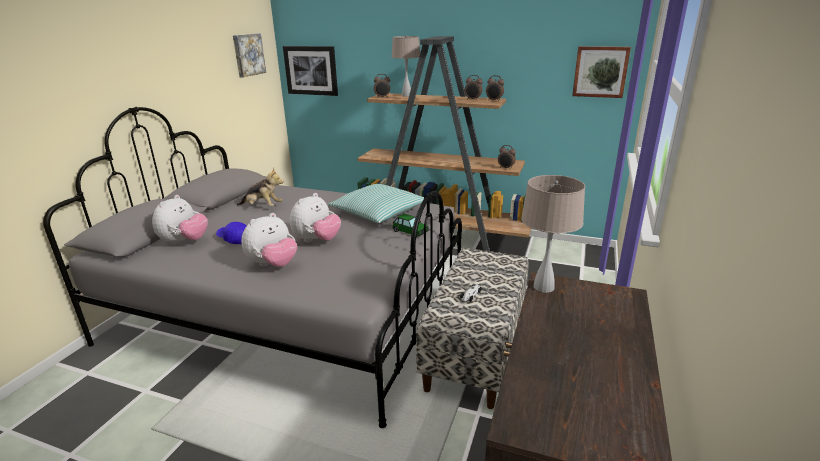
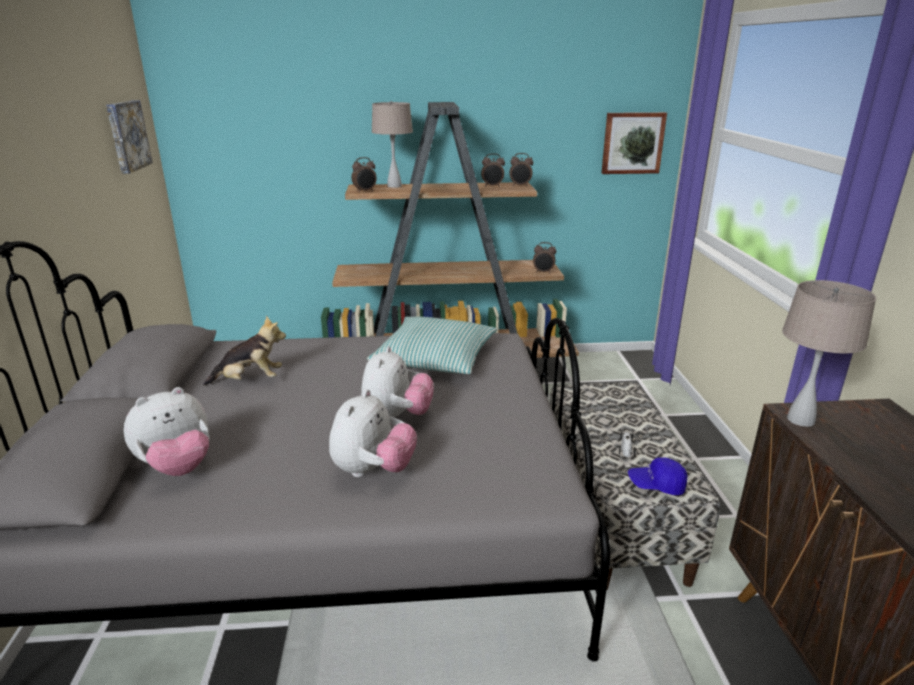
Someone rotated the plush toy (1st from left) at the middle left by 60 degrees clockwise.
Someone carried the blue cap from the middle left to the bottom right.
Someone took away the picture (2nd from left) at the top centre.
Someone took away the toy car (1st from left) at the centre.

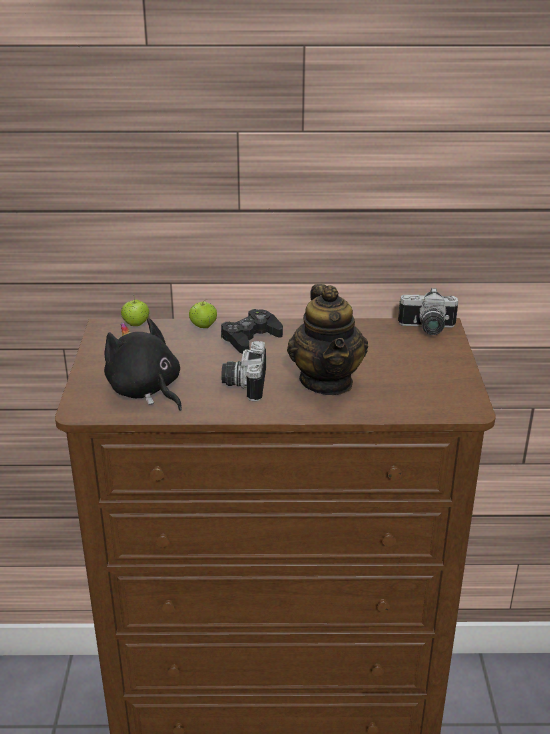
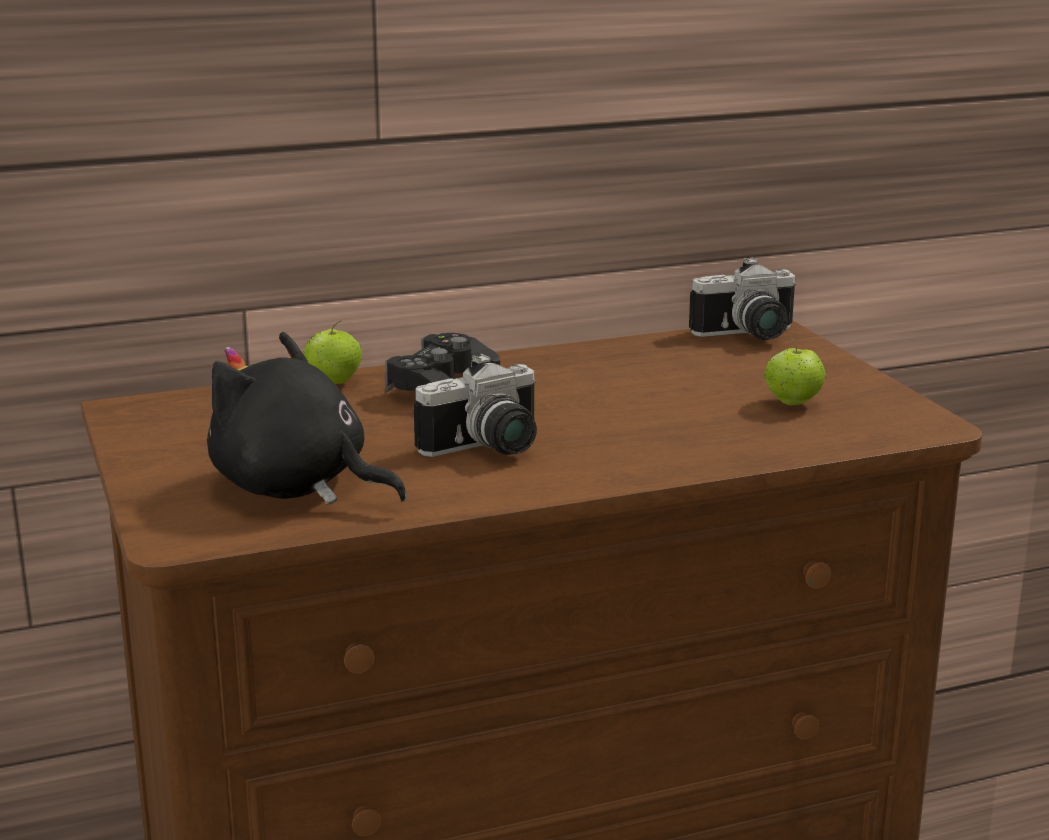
Someone rotated the photo camera (1st from left) at the centre by 105 degrees counterclockwise.
Someone carried the apple (1st from left in the first image) from the middle left to the middle right.
Someone took away the teapot at the centre.

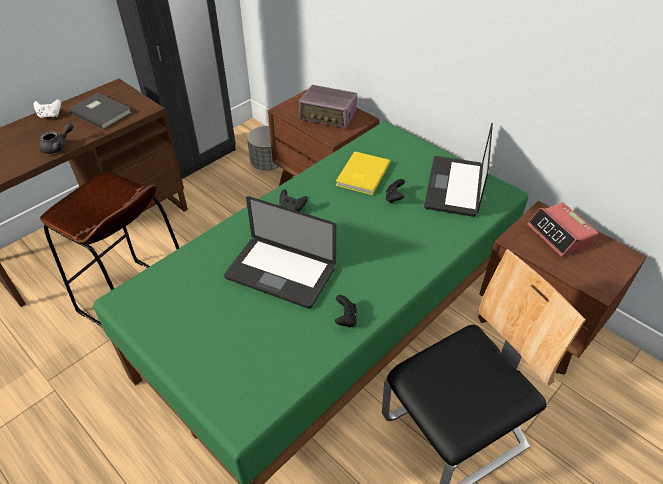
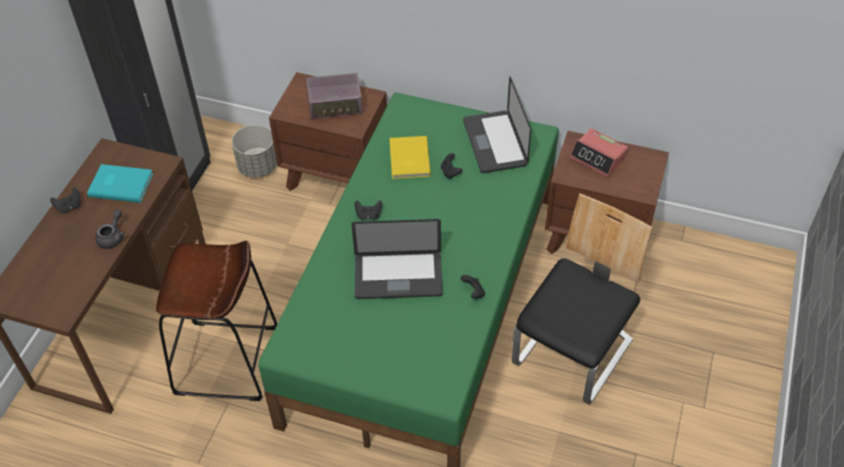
Someone repainted the white game controller at the top left, which became the black game controller (1st from left) at the middle left.
Someone repainted the grey book at the top left, which became the turquoise book at the middle left.

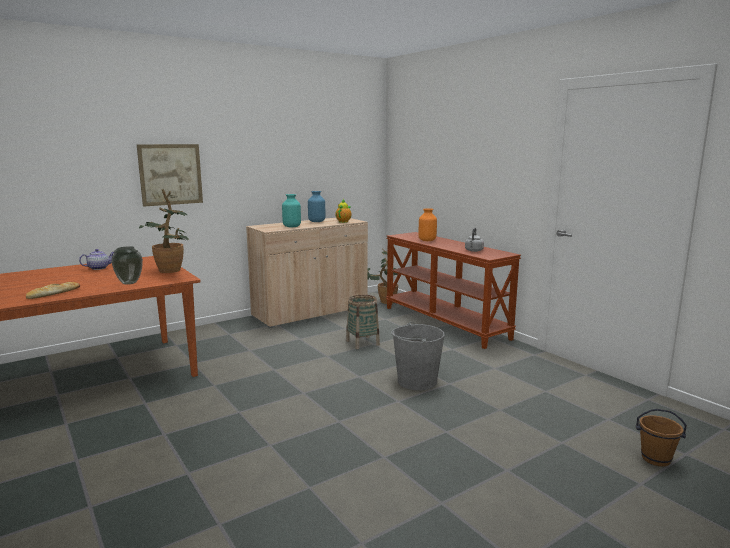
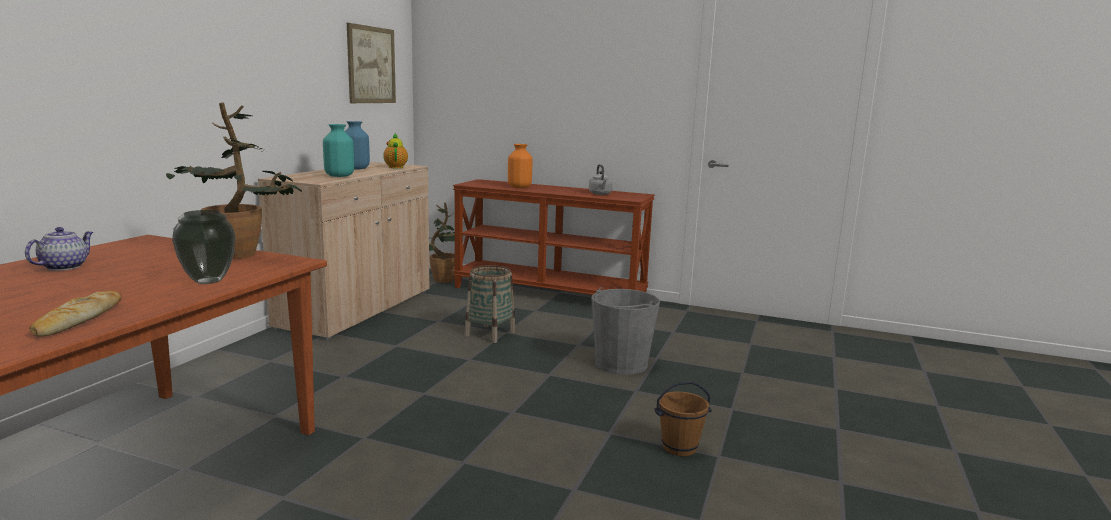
Someone carried the picture from the top left to the top centre.
Someone carried the brown bucket from the bottom right to the bottom centre.

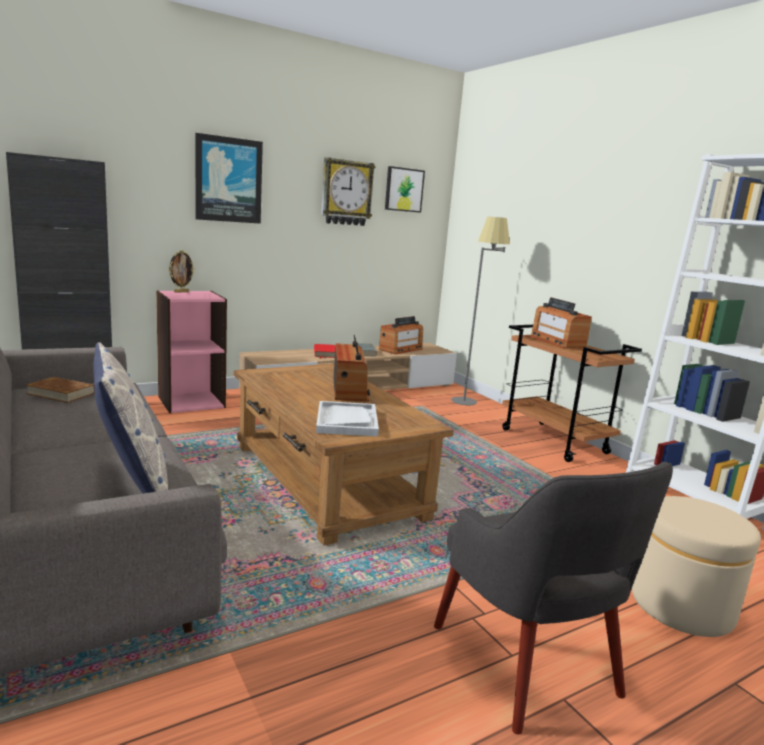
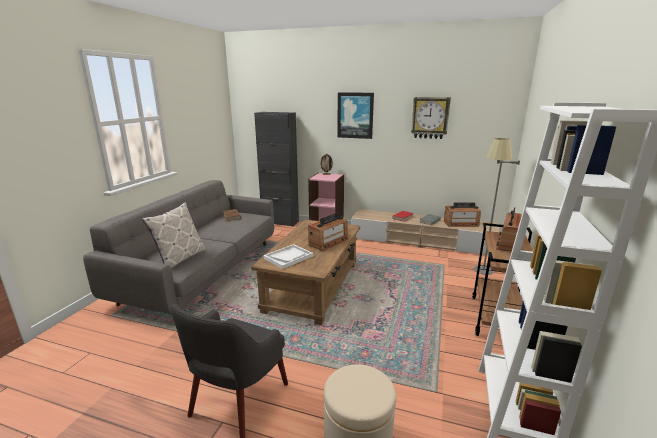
Someone took away the picture (2nd from left) at the top centre.

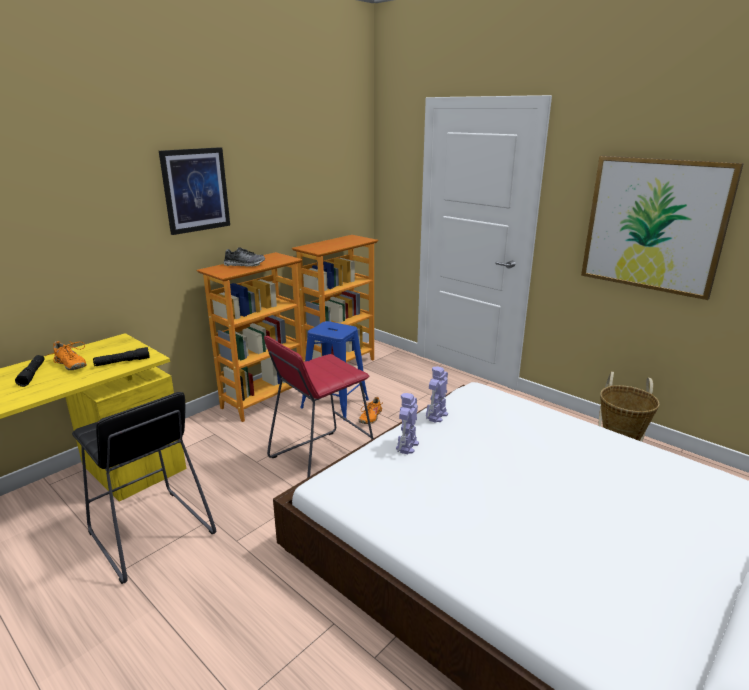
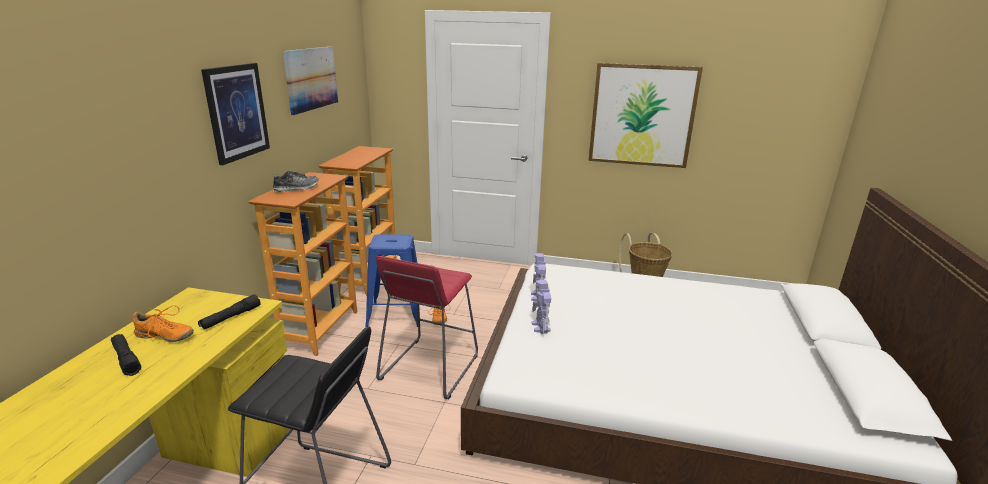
Someone put up the picture (2nd from left) at the top left.

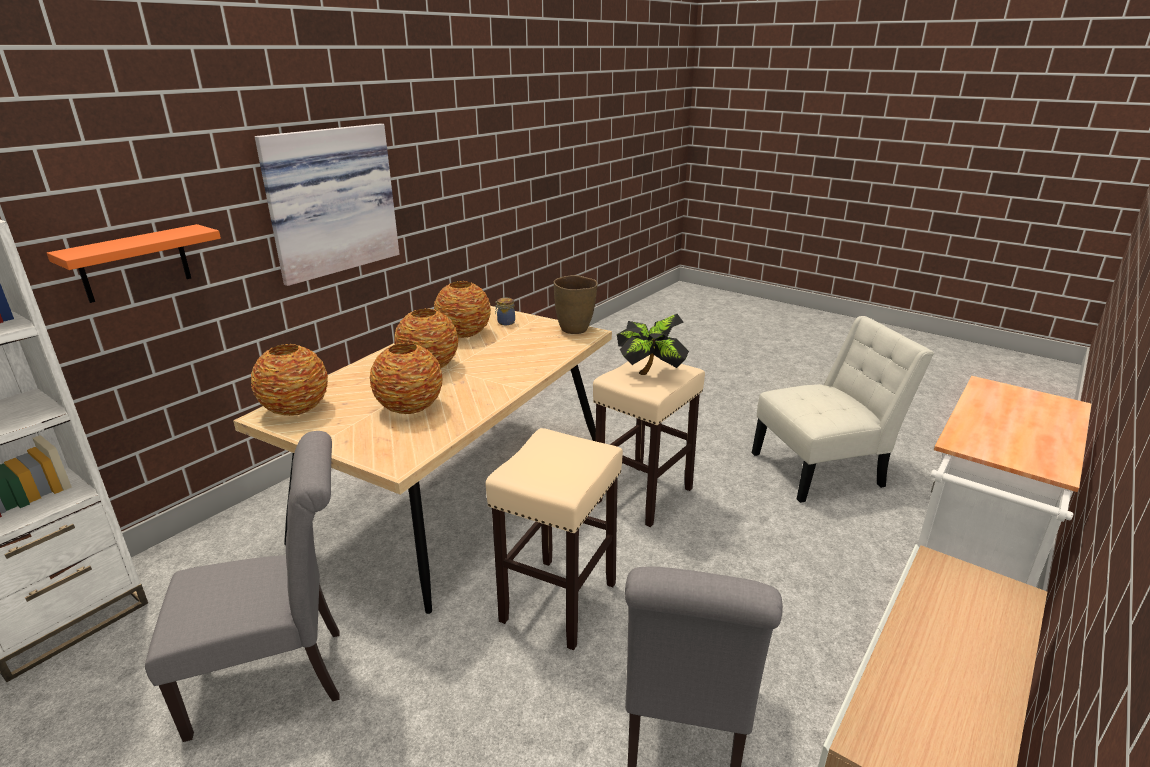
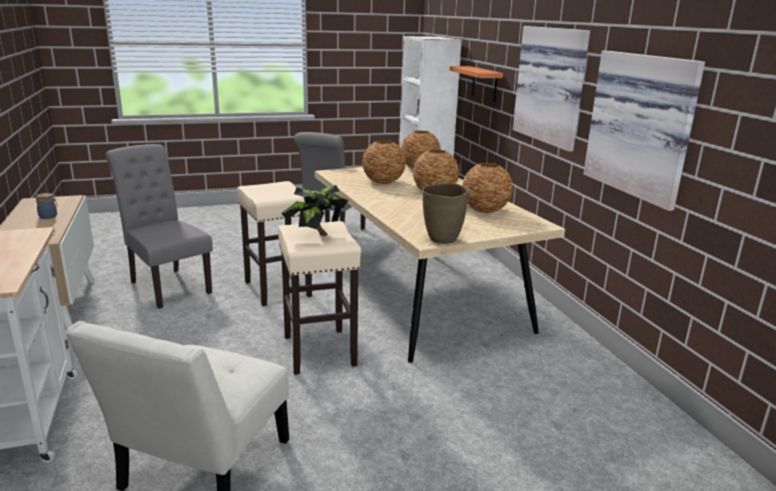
Someone carried the jar from the centre to the middle left.
Someone put up the picture (2nd from left) at the top right.

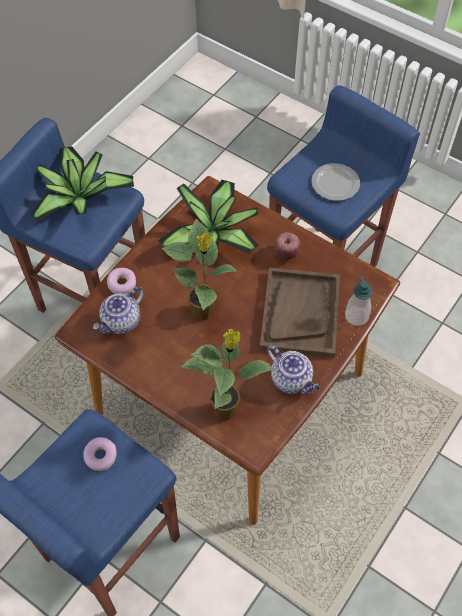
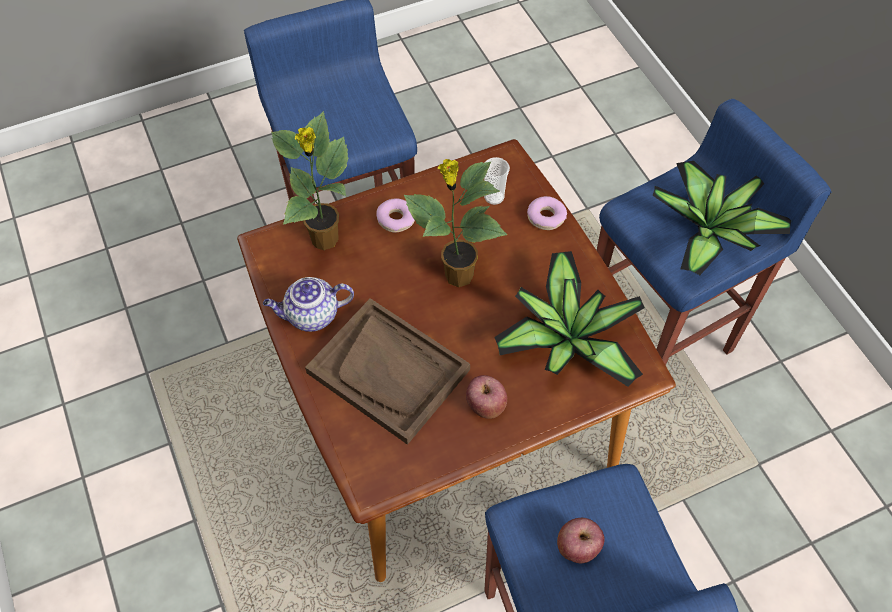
Someone carried the donut (1st from left) from the bottom left to the centre.
Someone swapped the teapot (1st from left) at the middle left for the cup at the top centre.
Someone swapped the plate at the top right for the apple (2nd from left) at the bottom centre.
Someone took away the soap dispenser at the middle right.

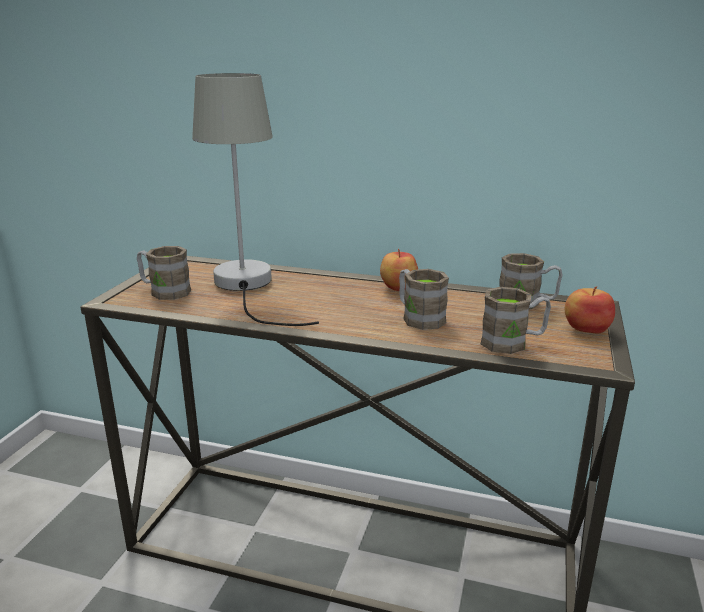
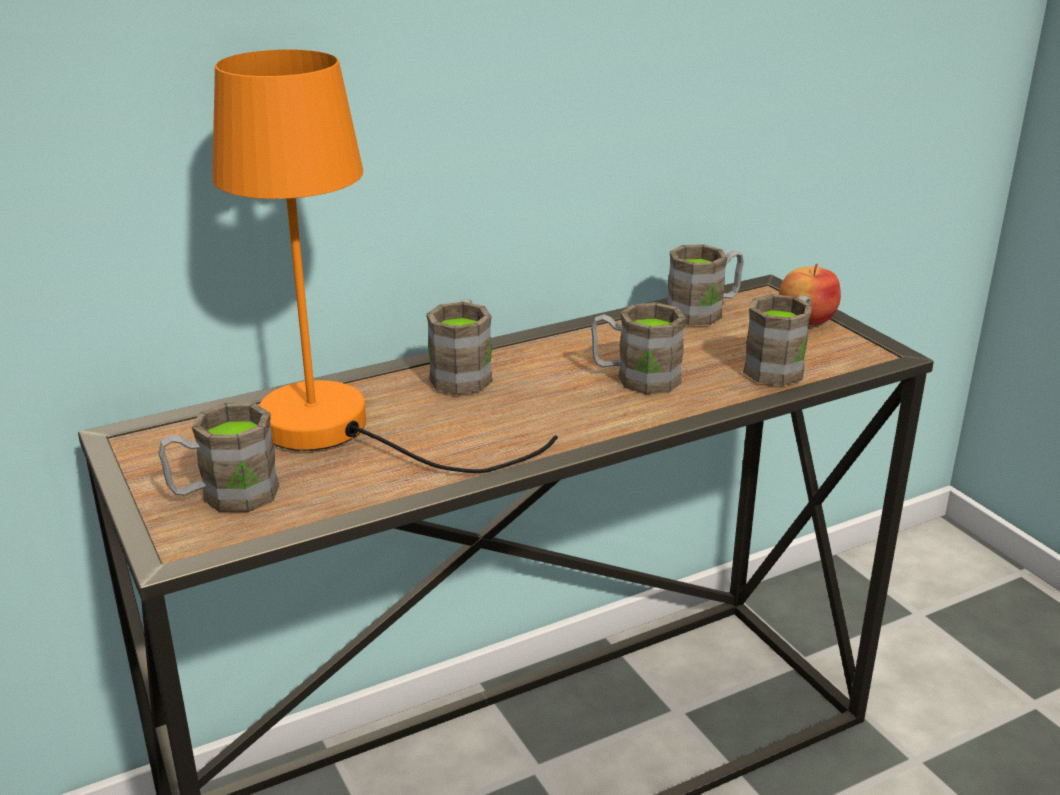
Someone repainted the grey table lamp at the top centre, which became the orange table lamp at the top centre.
Someone put down the brown mug (2nd from left) at the centre.
Someone took away the apple (1st from left) at the centre.

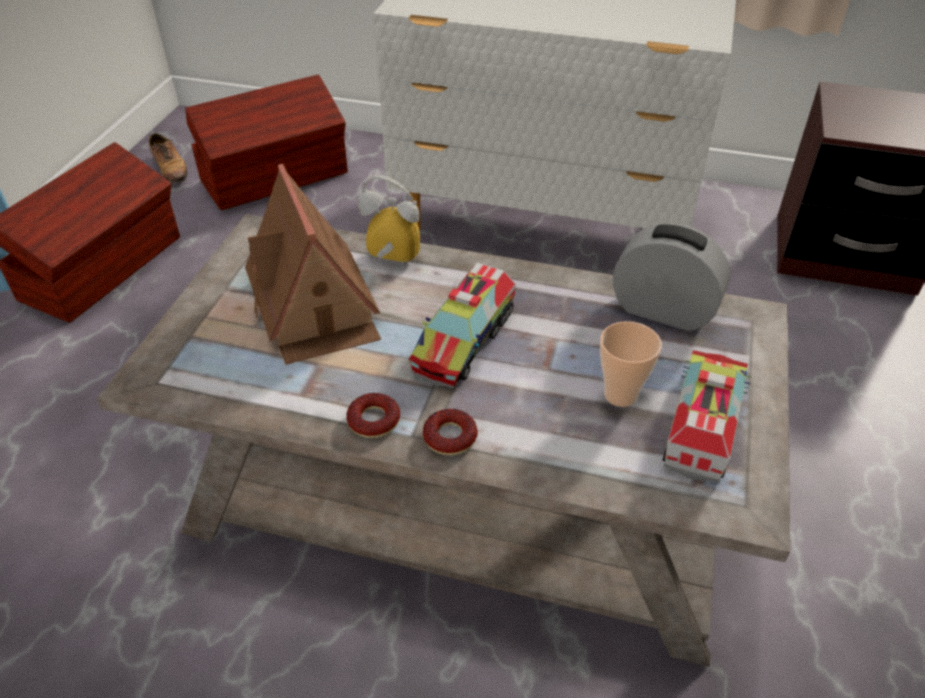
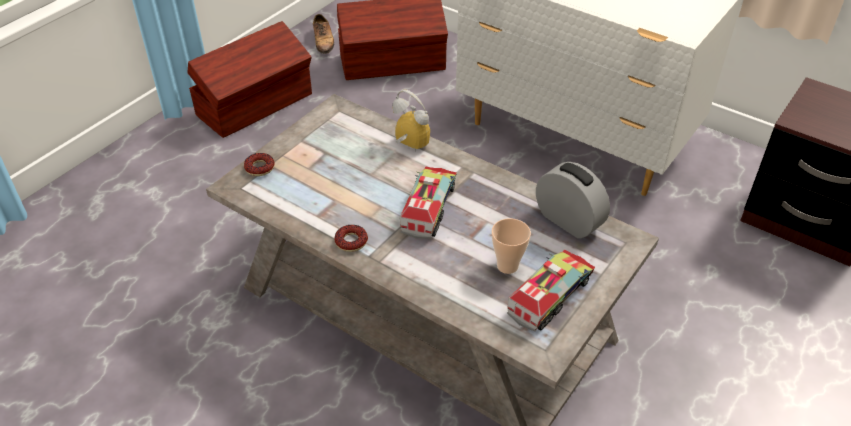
Someone carried the donut (2nd from left in the first image) from the centre to the middle left.
Someone rotated the toy truck (1st from left) at the centre by 150 degrees clockwise.
Someone took away the toy house at the centre.

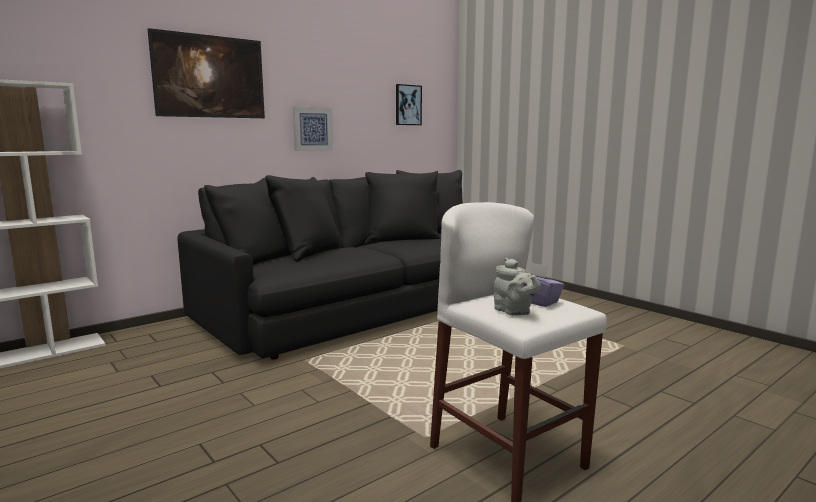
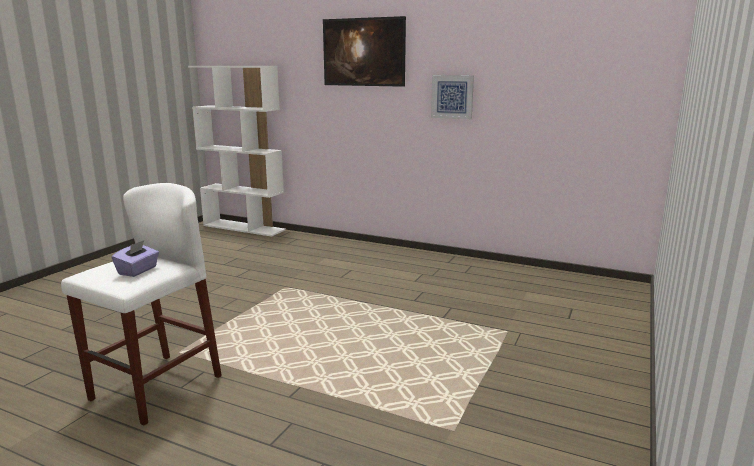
Someone took away the black sofa at the centre.
Someone took away the picture (3rd from left) at the top centre.
Someone took away the grey teapot at the centre.

